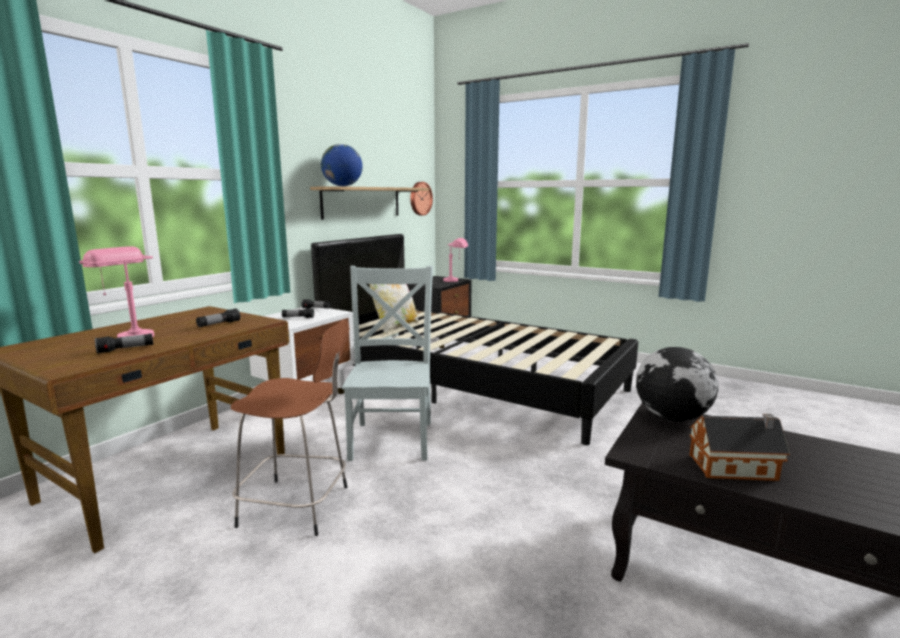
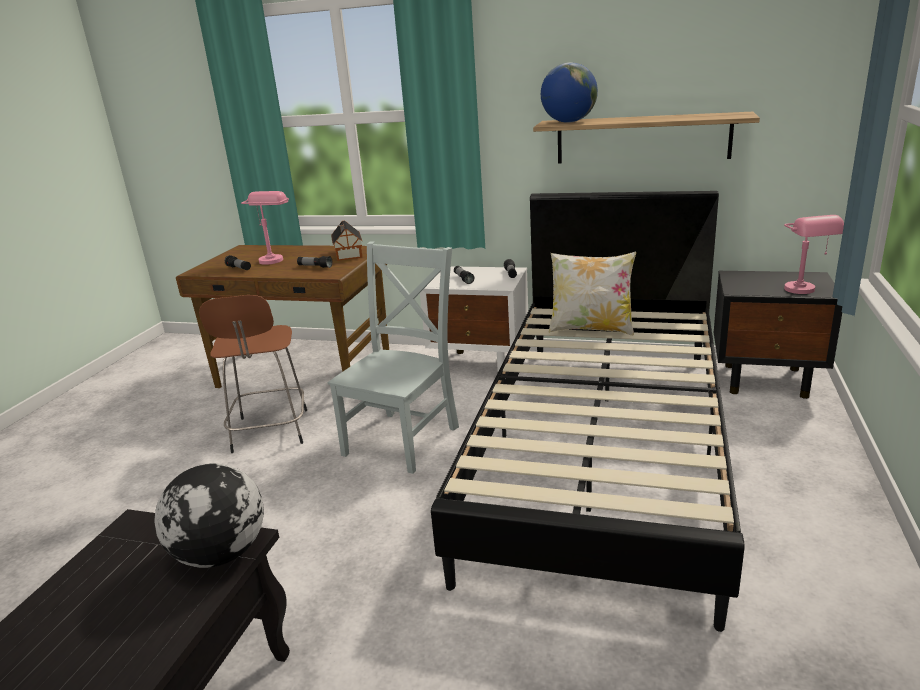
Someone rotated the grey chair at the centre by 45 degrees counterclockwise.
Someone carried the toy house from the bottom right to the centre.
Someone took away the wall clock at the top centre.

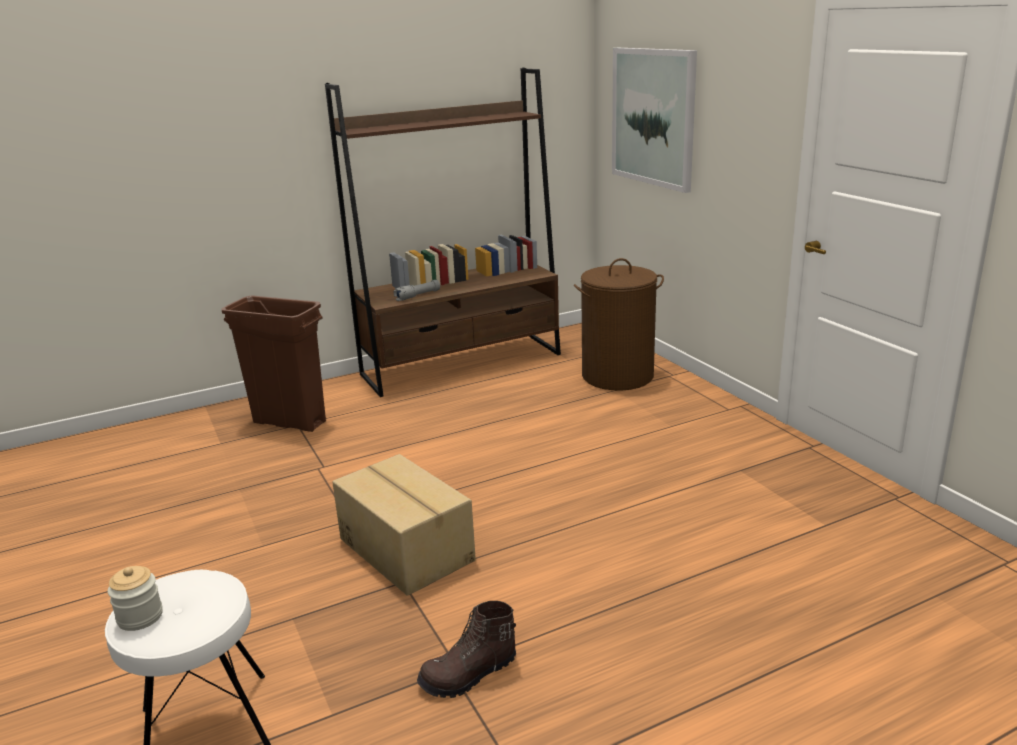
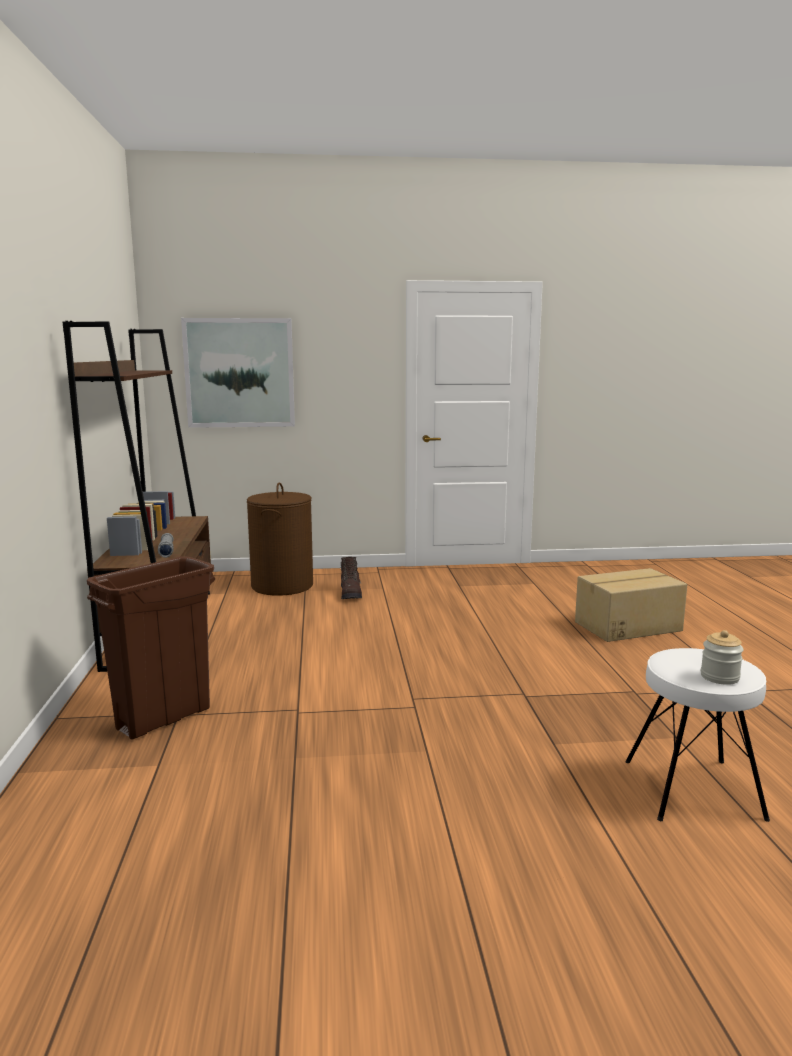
Someone carried the brown boot from the bottom centre to the centre.
Someone carried the cardboard box from the bottom centre to the middle right.

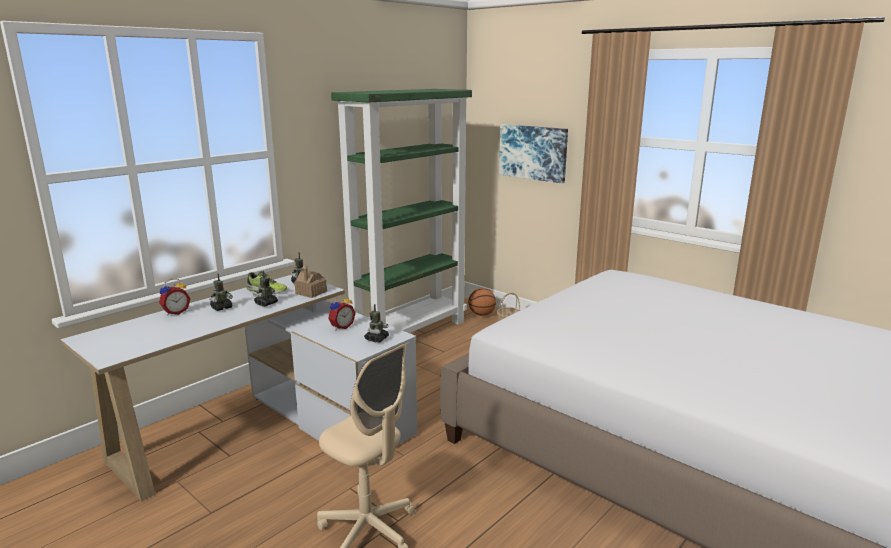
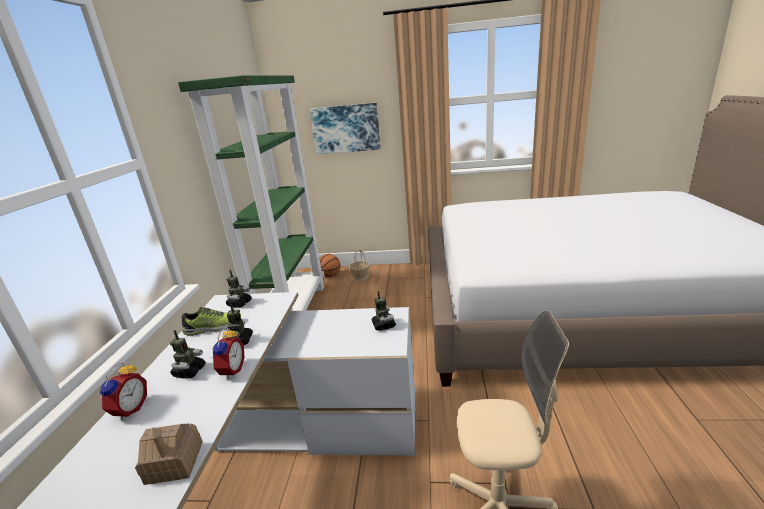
Someone carried the toy house from the centre to the bottom left.
Someone carried the alarm clock (2nd from left) from the centre to the bottom left.

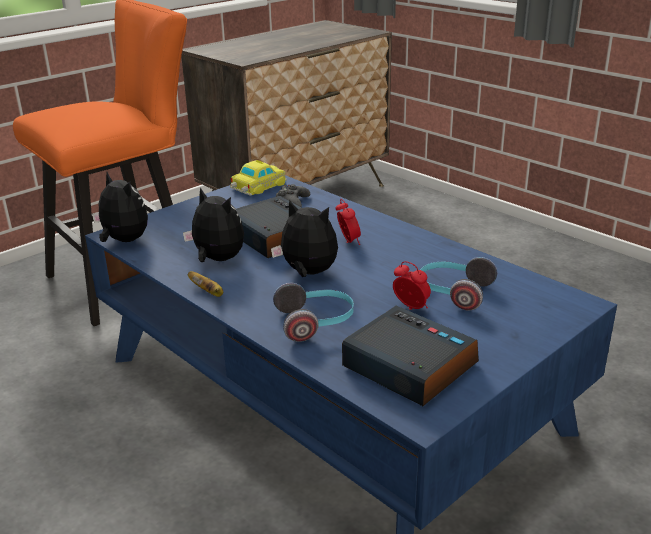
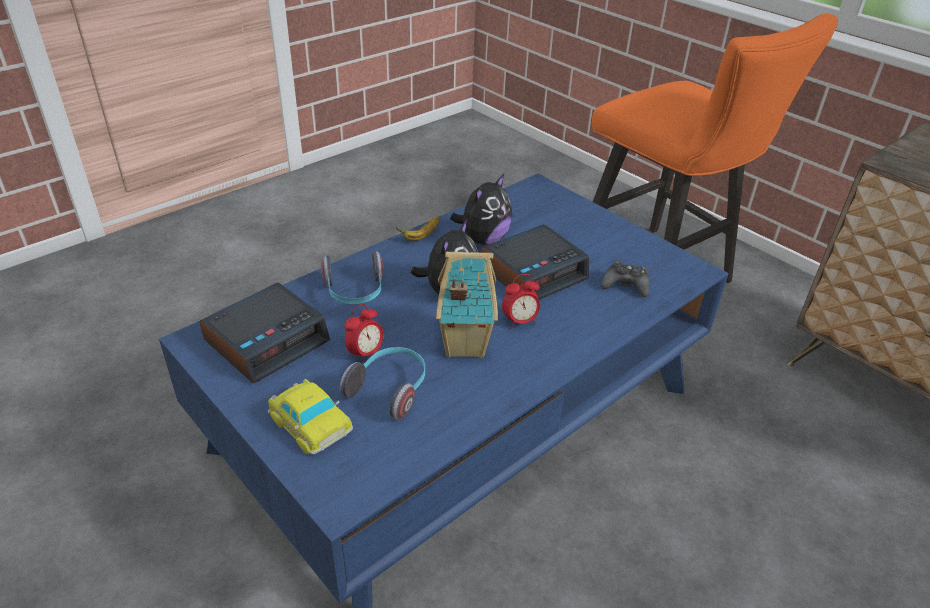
Someone carried the toy car from the centre to the bottom centre.
Someone put down the toy house at the centre.
Someone took away the plush toy (1st from left) at the middle left.

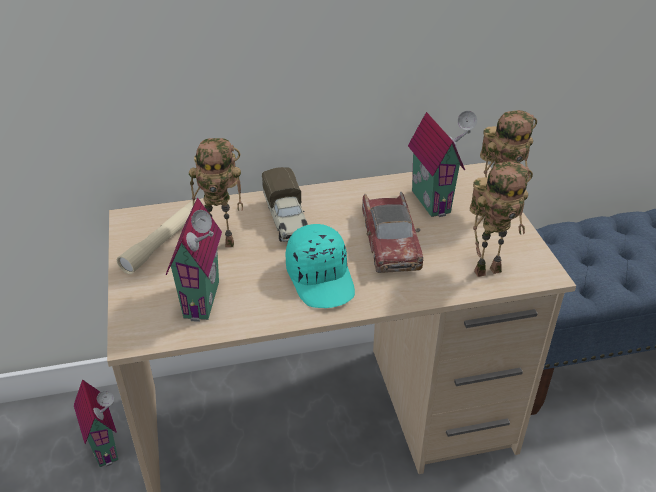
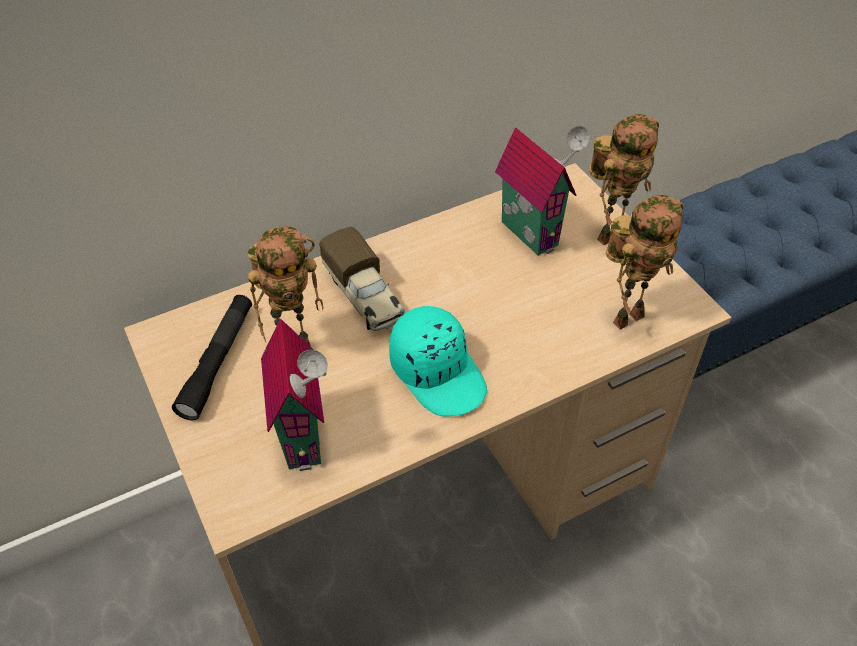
Someone repainted the beige flashlight at the middle left, which became the black flashlight at the middle left.
Someone took away the toy house (1st from left) at the bottom left.
Someone took away the toy car at the centre.

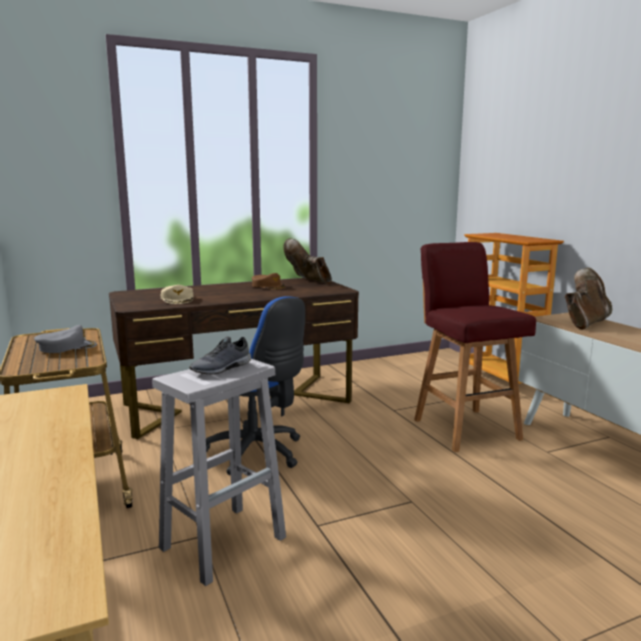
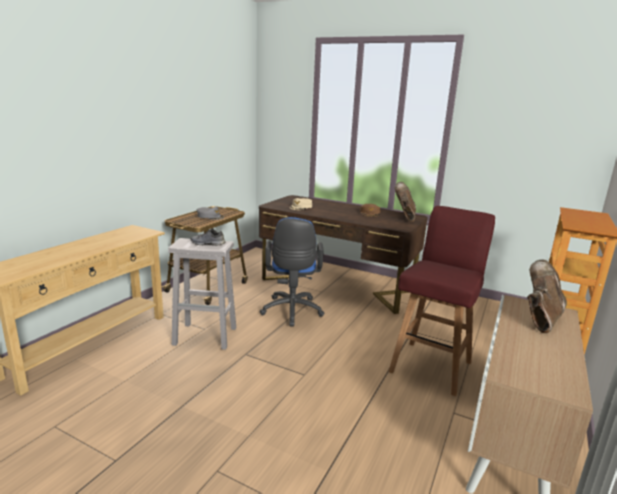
Someone rotated the brown boot (2nd from left) at the middle right by 60 degrees counterclockwise.

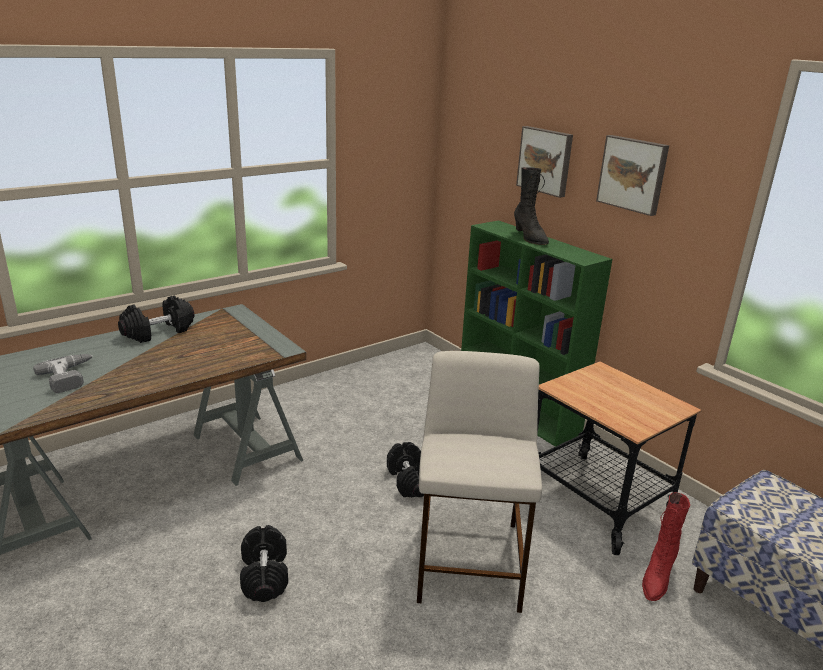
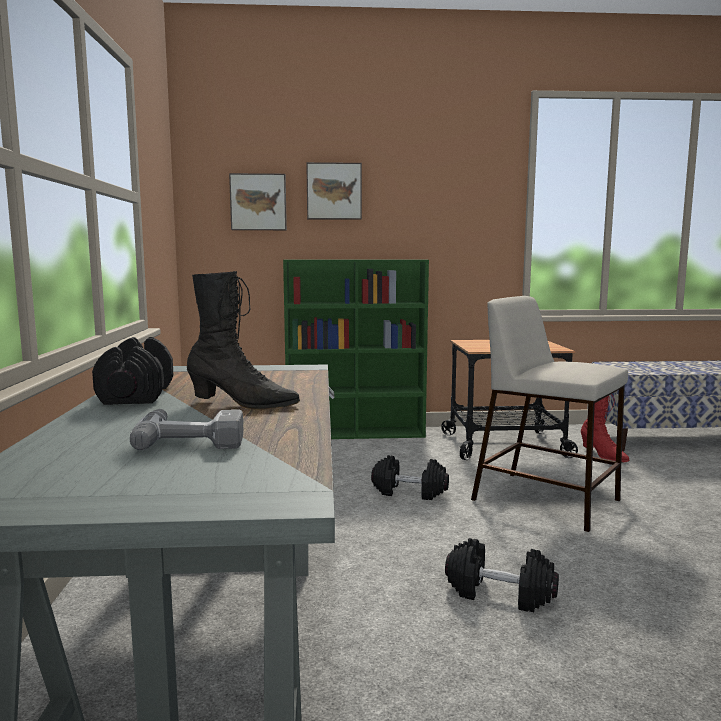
Someone carried the black boot from the top centre to the centre.
Someone carried the picture (2nd from left in the first image) from the top right to the top centre.

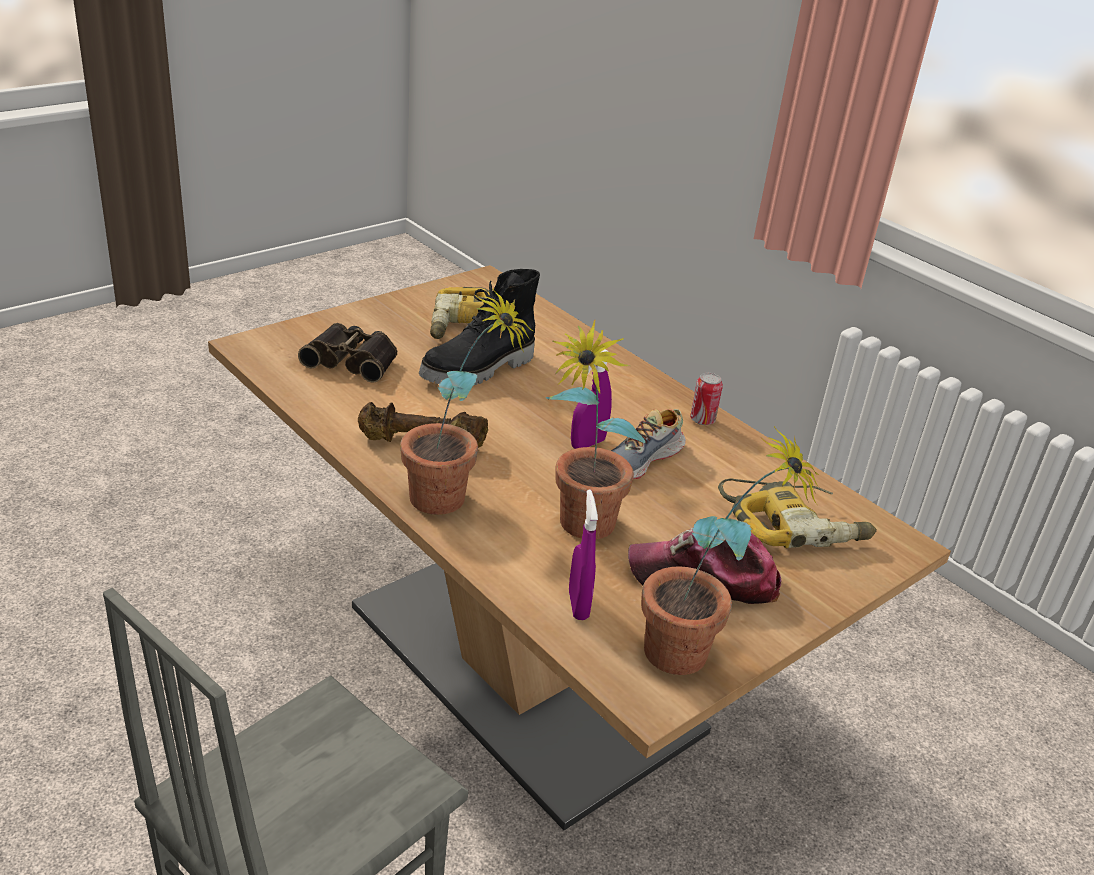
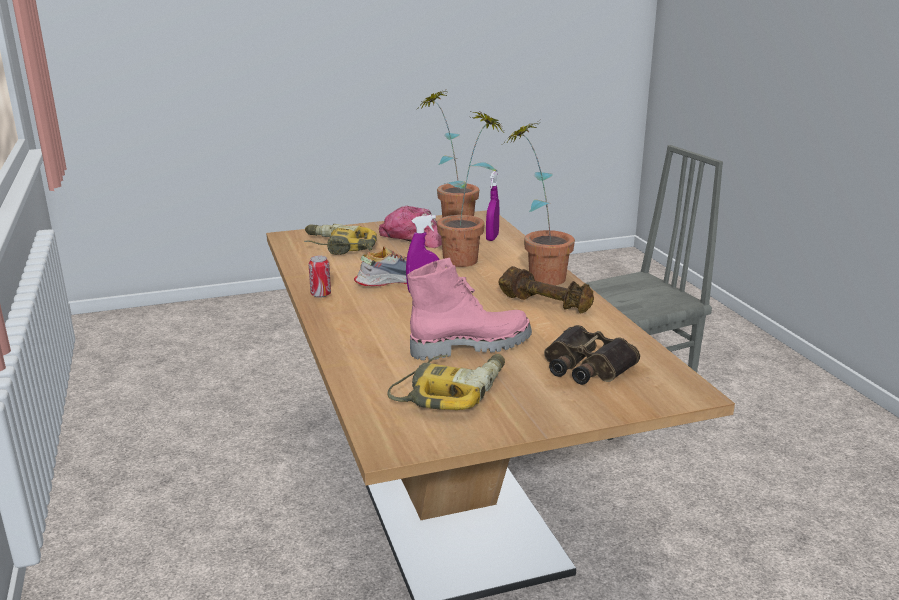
Someone repainted the black boot at the centre, which became the pink boot at the centre.

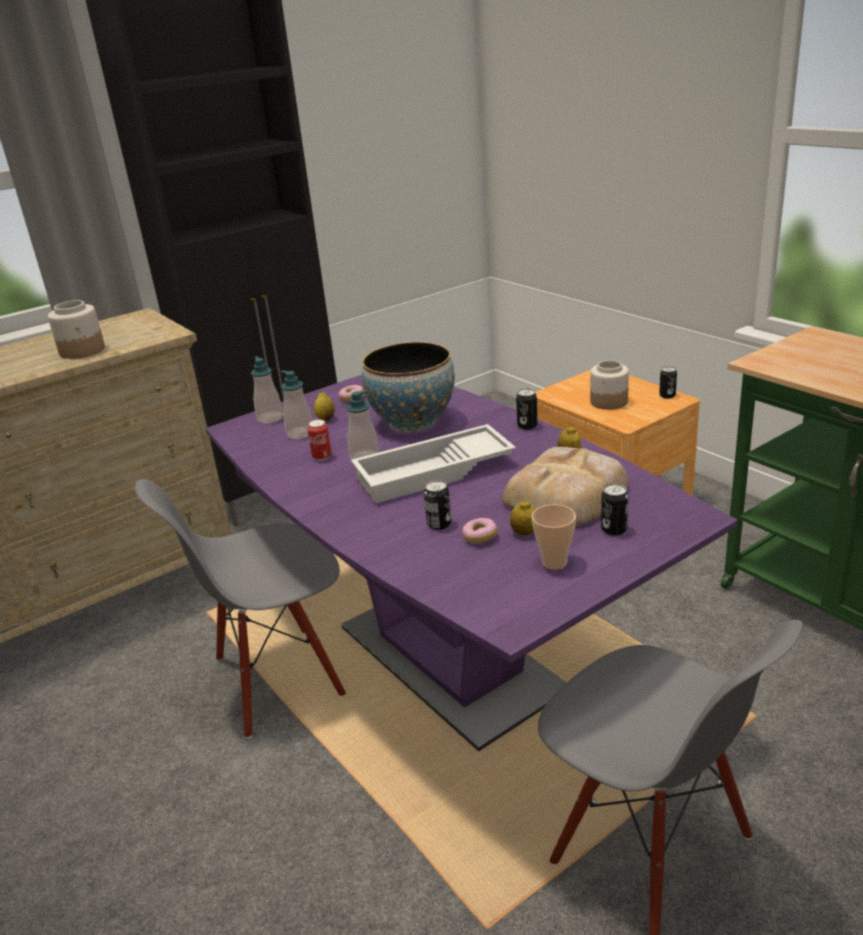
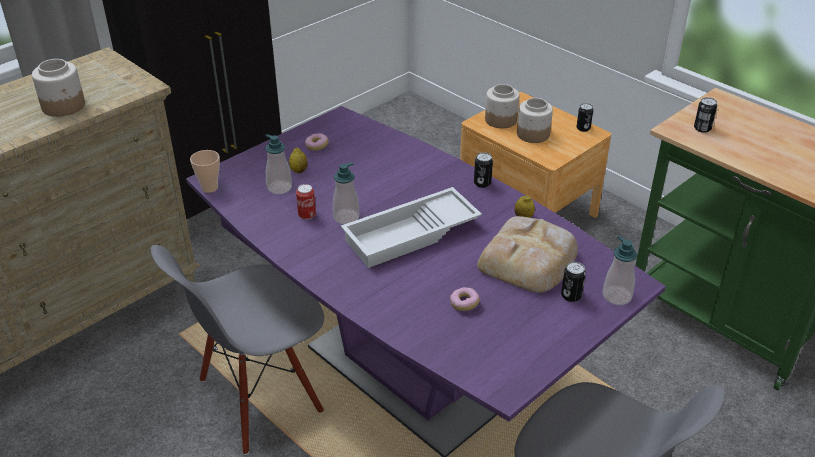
Someone carried the cup from the centre to the middle left.
Someone put down the jar (2nd from left) at the top centre.
Someone carried the soap dispenser (1st from left in the first image) from the middle left to the middle right.
Someone carried the can (2nd from left in the first image) from the centre to the top right.
Someone took away the bowl at the centre.
Someone took away the lemon (2nd from left) at the centre.

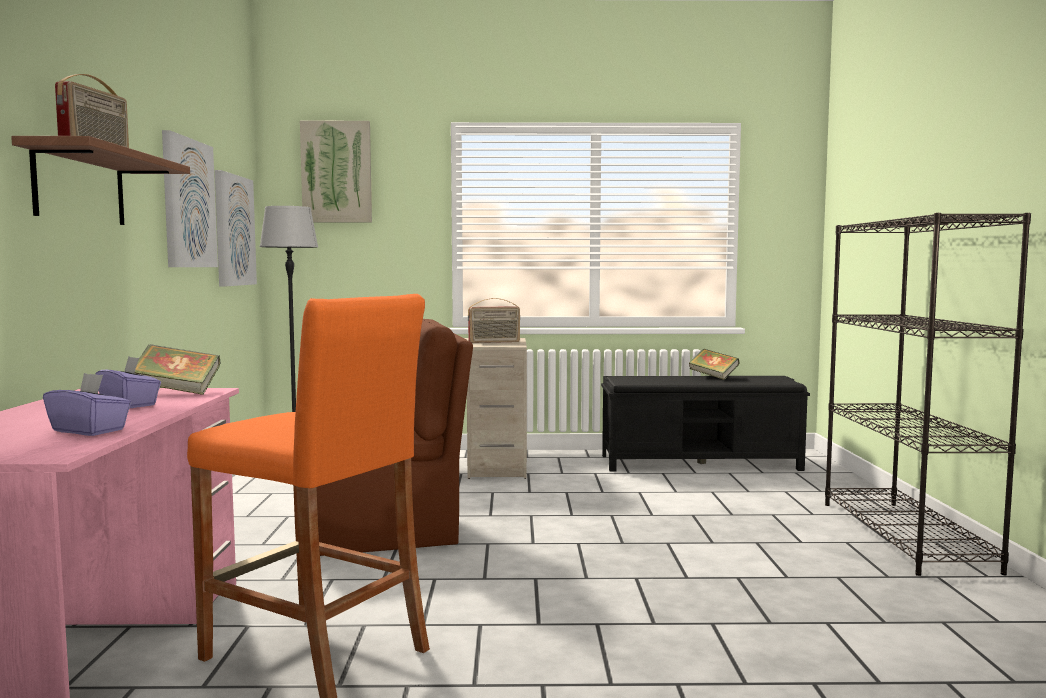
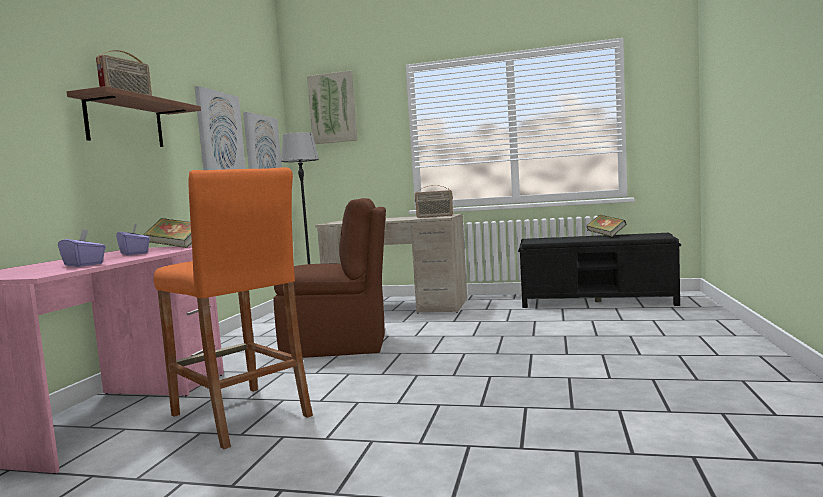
Someone took away the black bookcase at the middle right.

